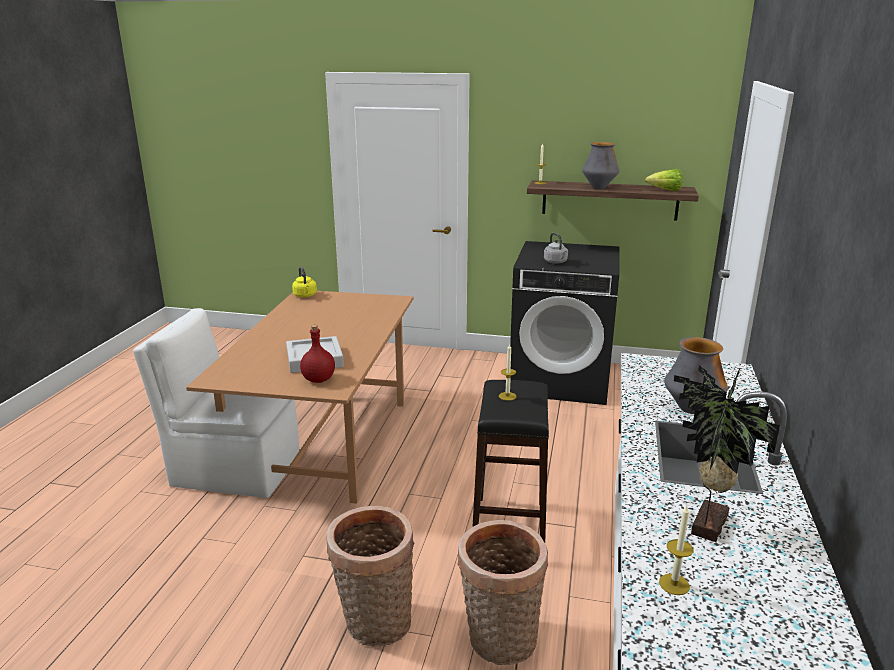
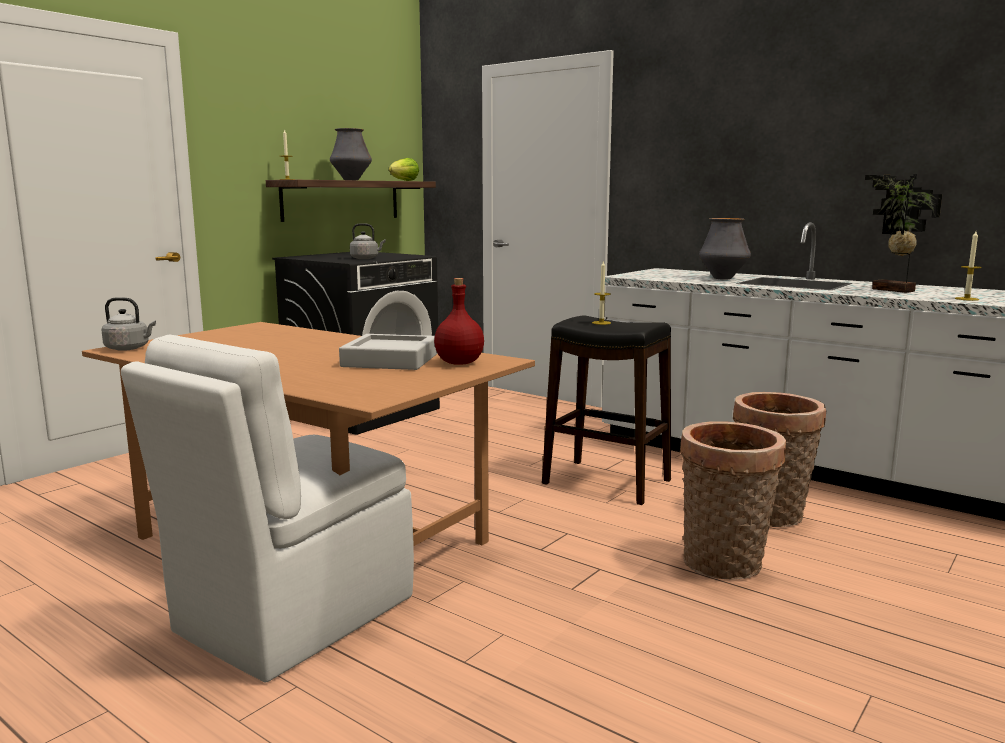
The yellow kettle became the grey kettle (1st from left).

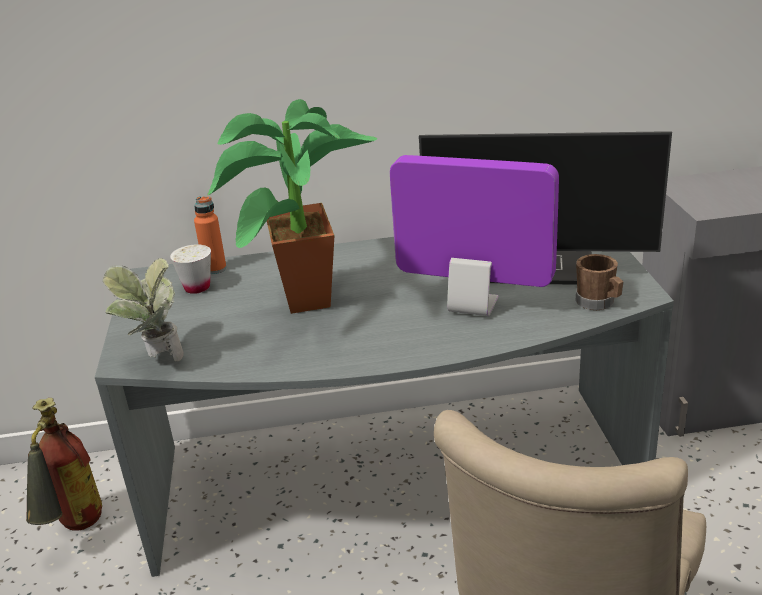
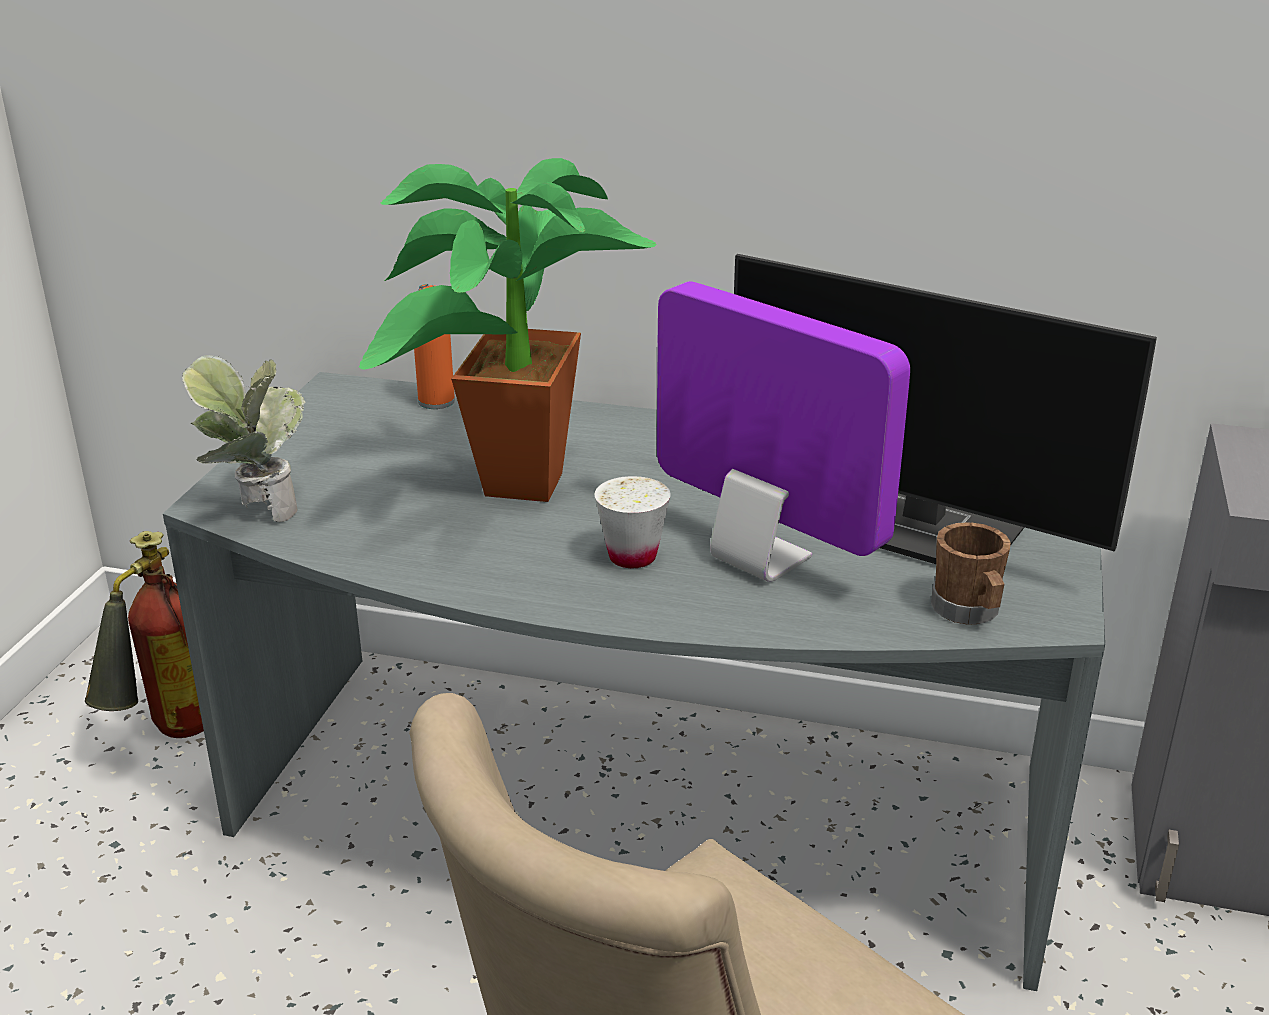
The white cup moved.

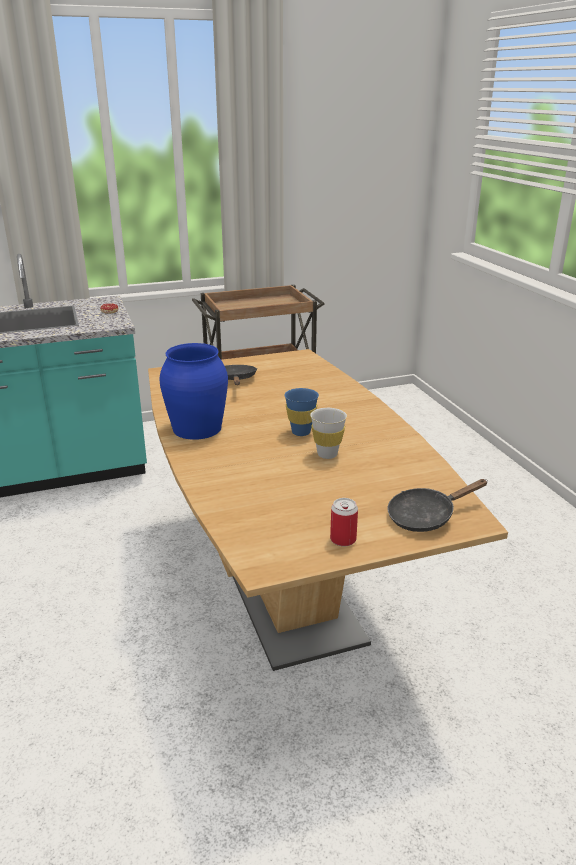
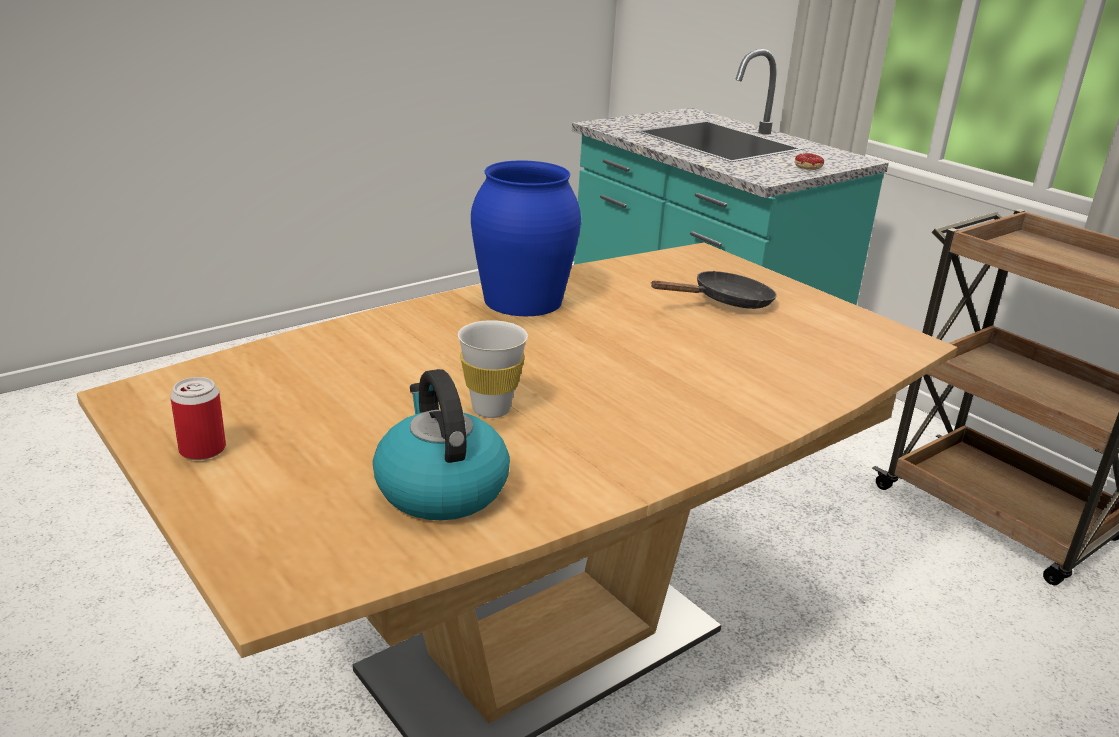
The blue cup disappeared.
The black frying pan (2nd from left) disappeared.
The kettle appeared.

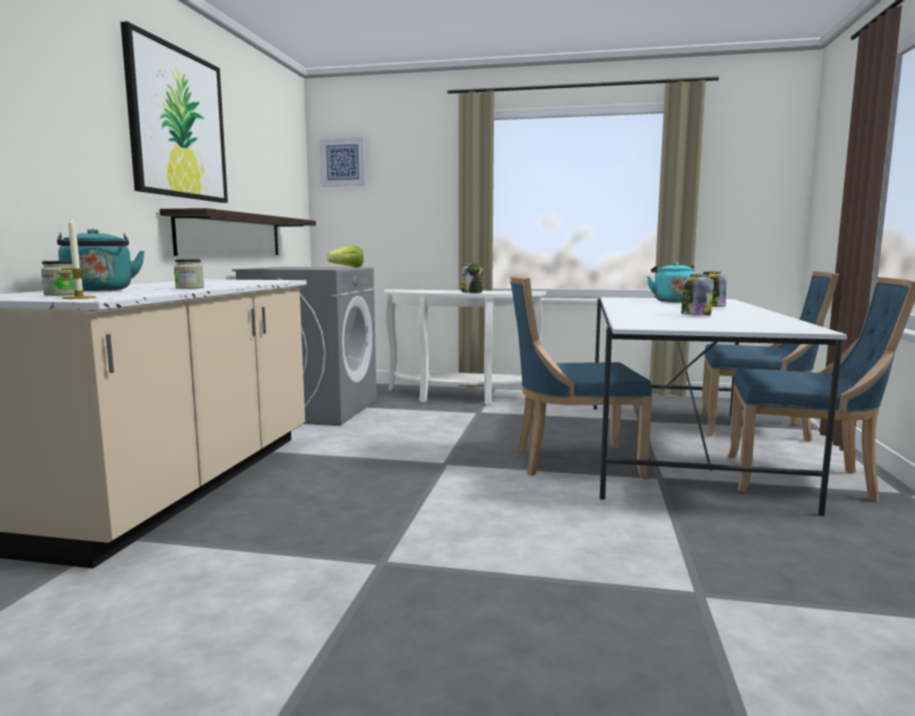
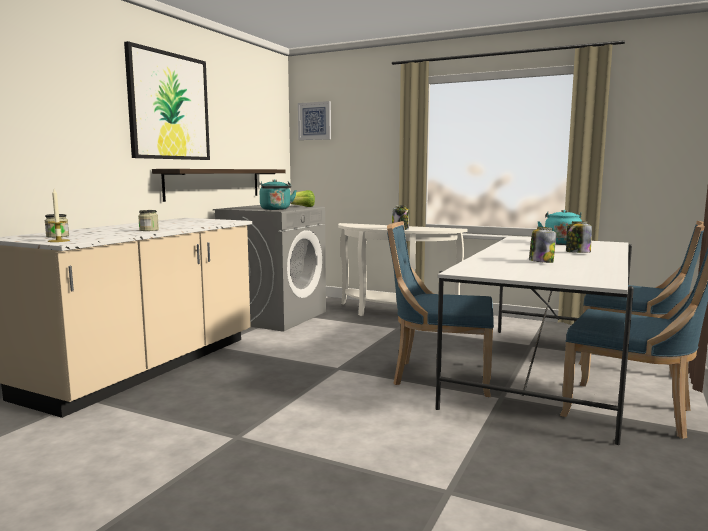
The turquoise kettle (1st from left) moved.

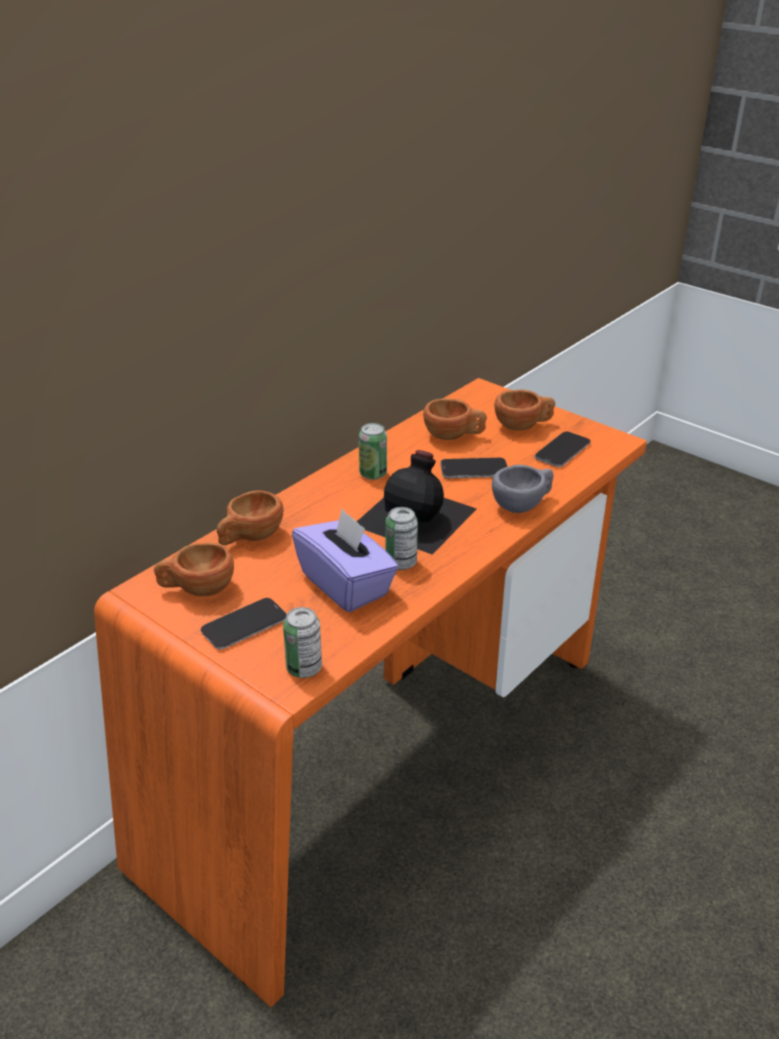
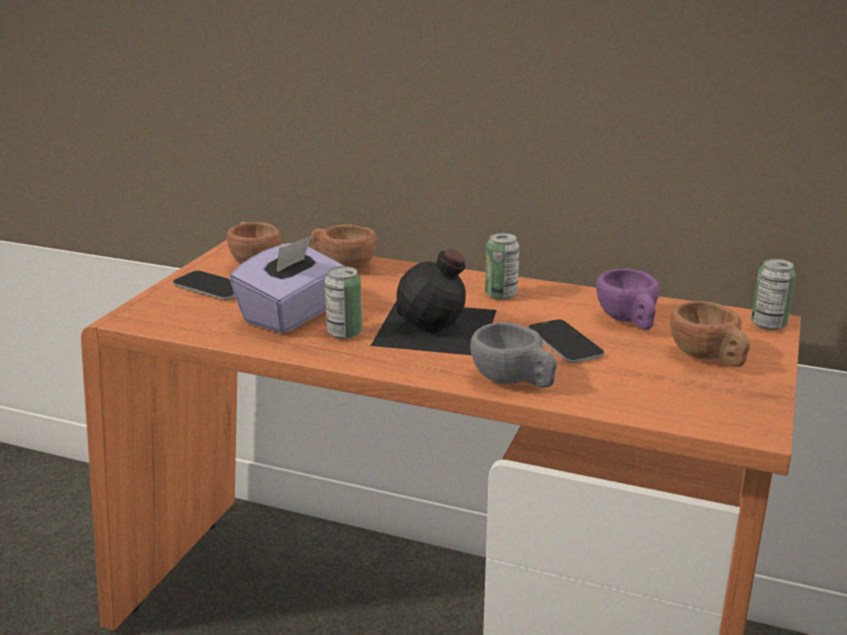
The can (1st from left in the first image) moved.
The brown cup (3rd from left) became the purple cup.
The phone (3rd from left) disappeared.

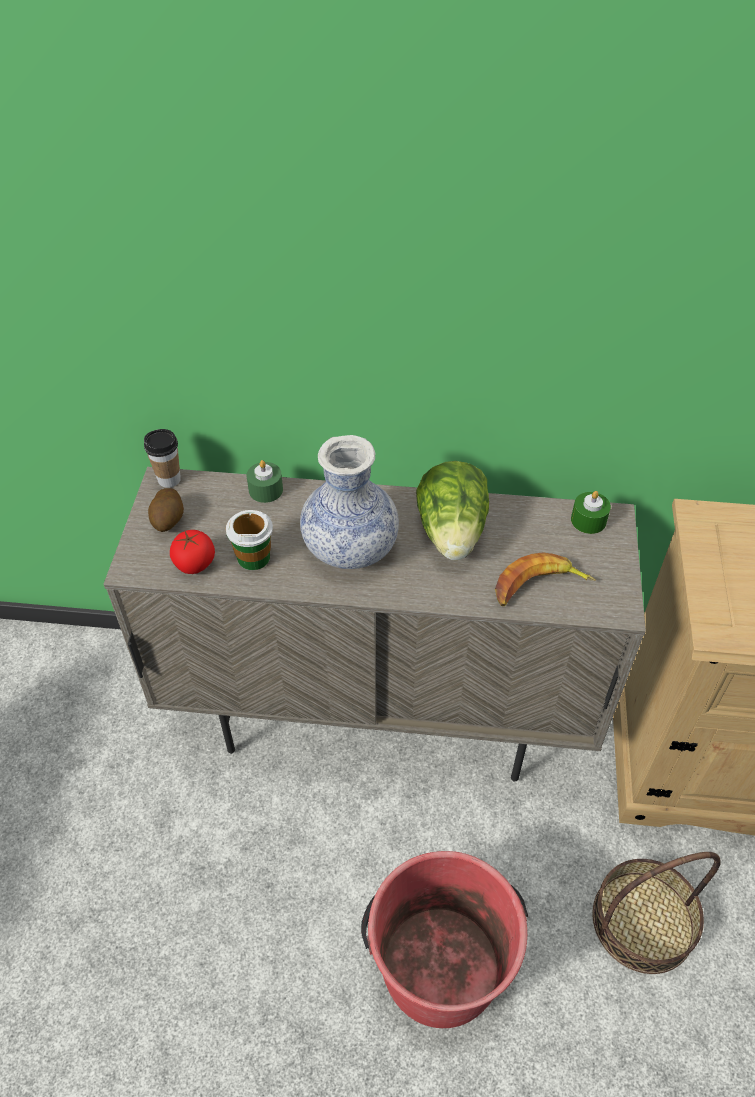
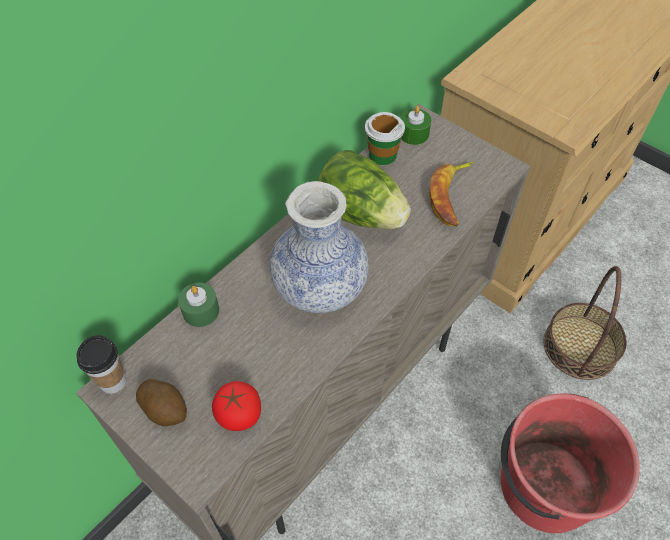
The cup (2nd from left) moved.

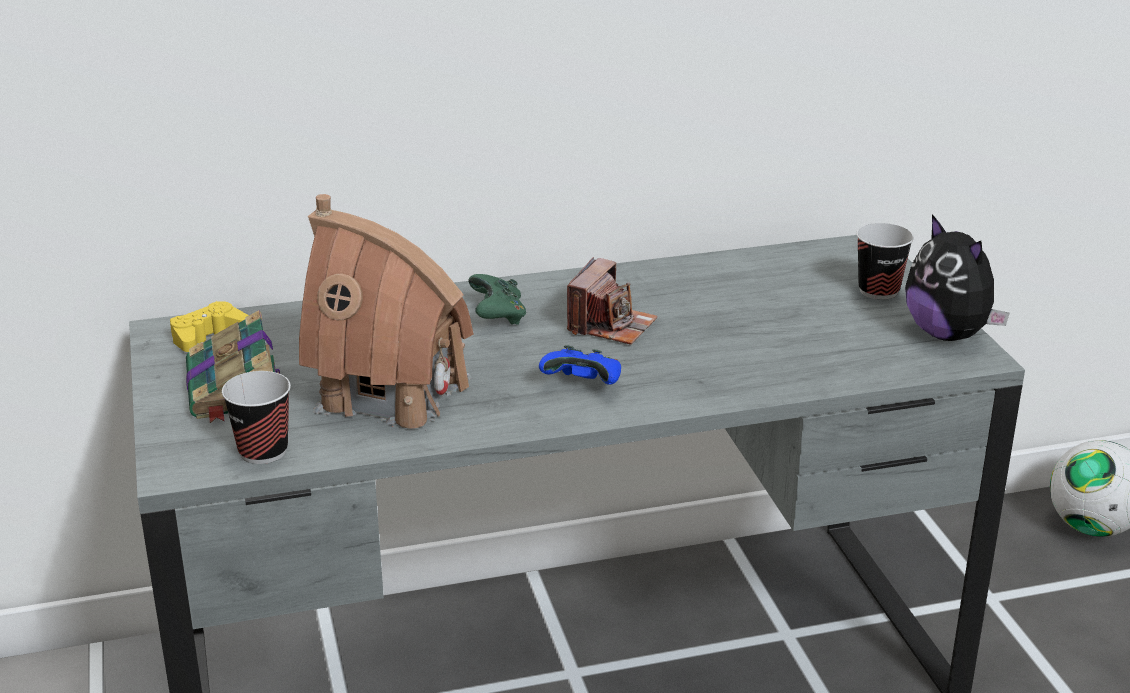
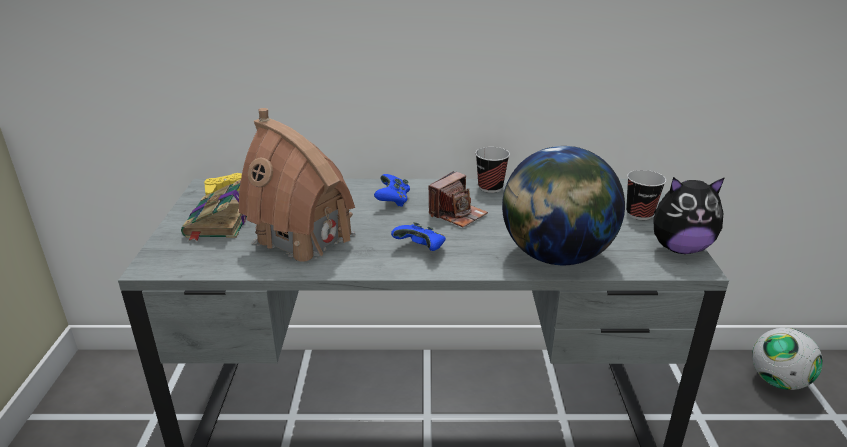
The cup (1st from left) moved.
The green game controller became the blue game controller (1st from left).
The plush toy turned 75 degrees counterclockwise.
The globe appeared.

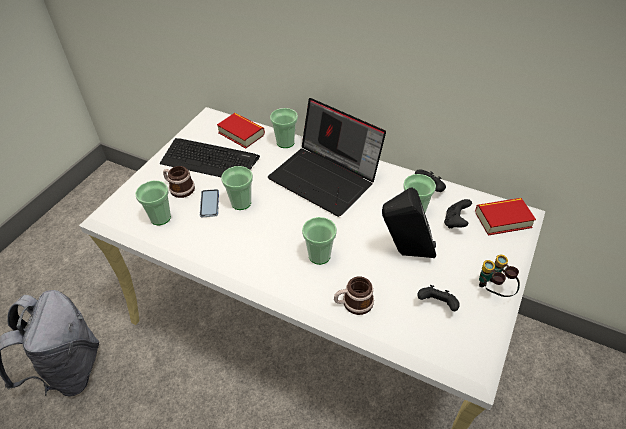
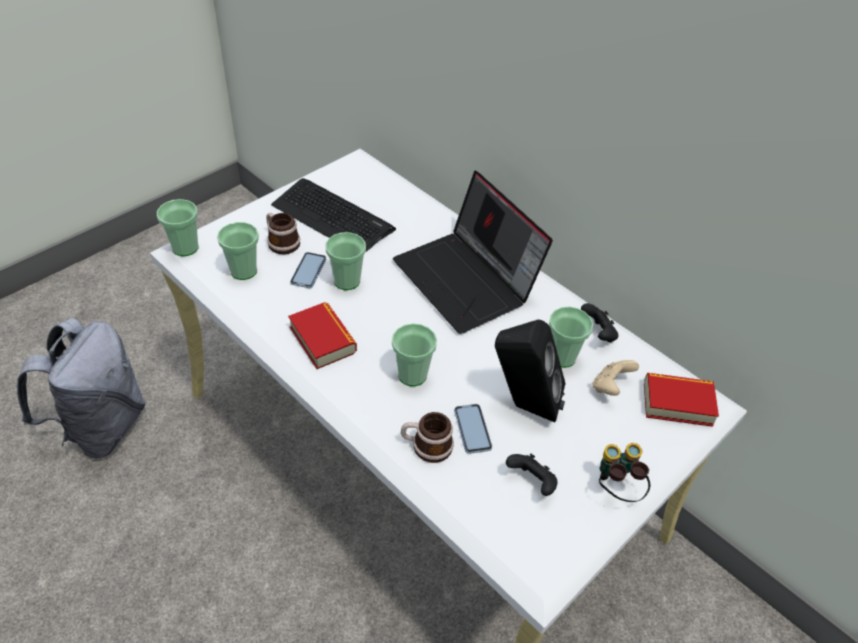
The book (1st from left) moved.
The cup (3rd from left in the first image) moved.
The black game controller (3rd from left) became the beige game controller.
The phone (2nd from left) appeared.

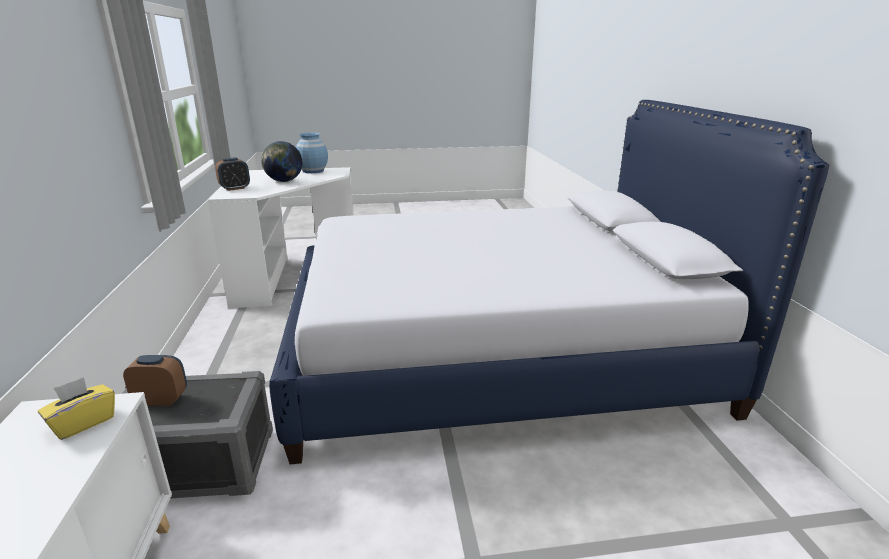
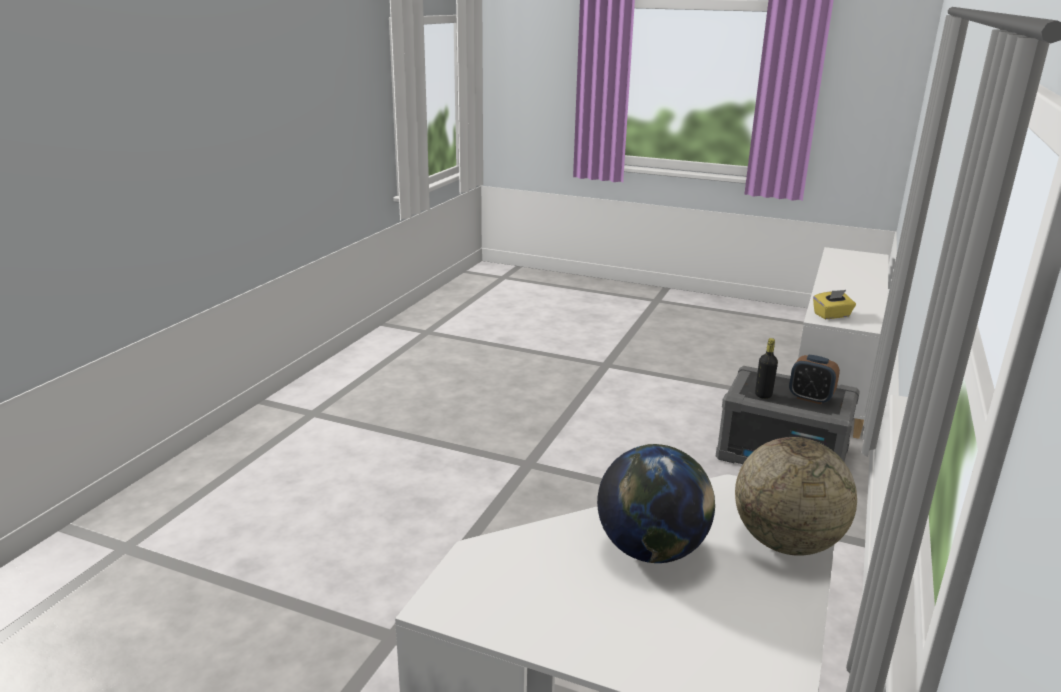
The alarm clock (2nd from left) was replaced by the globe (2nd from left).
The bed disappeared.
The blue vase disappeared.
The black bottle appeared.

